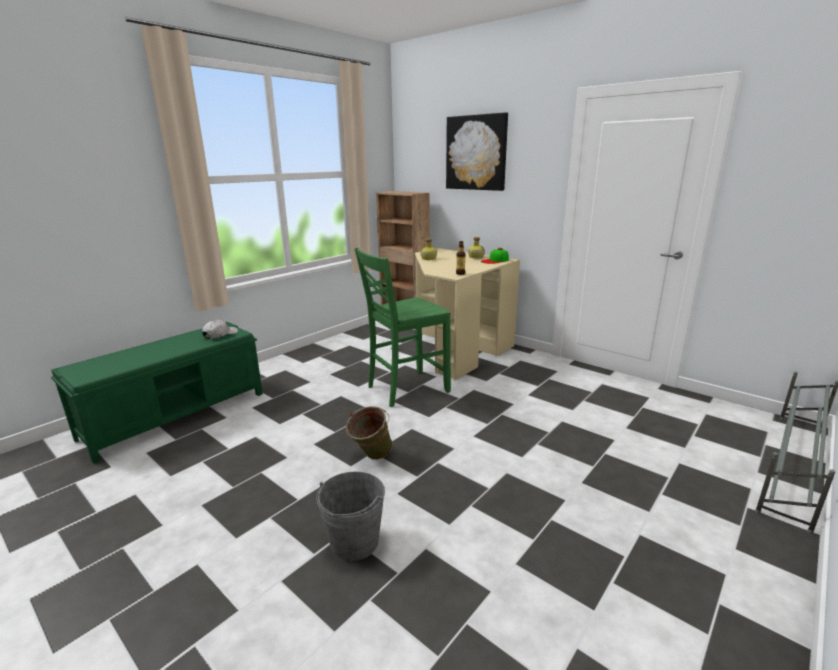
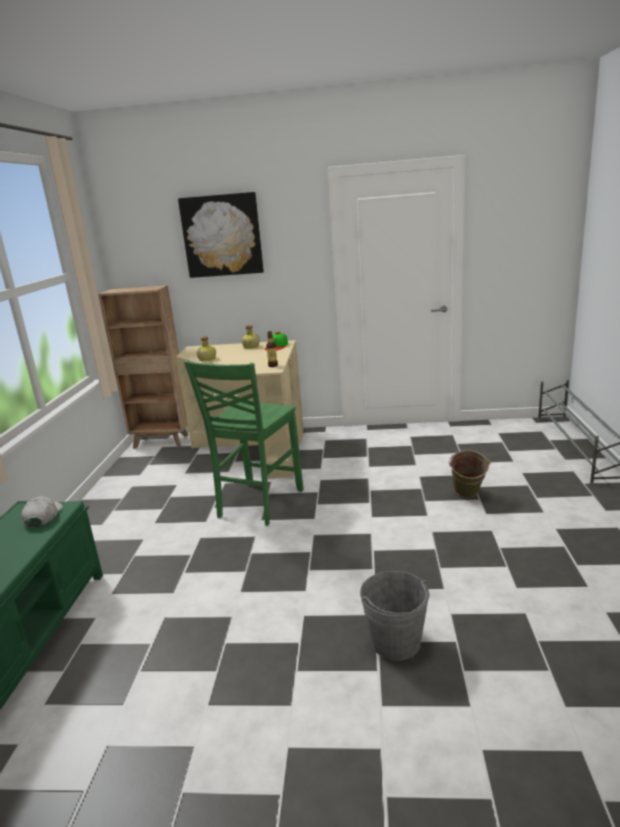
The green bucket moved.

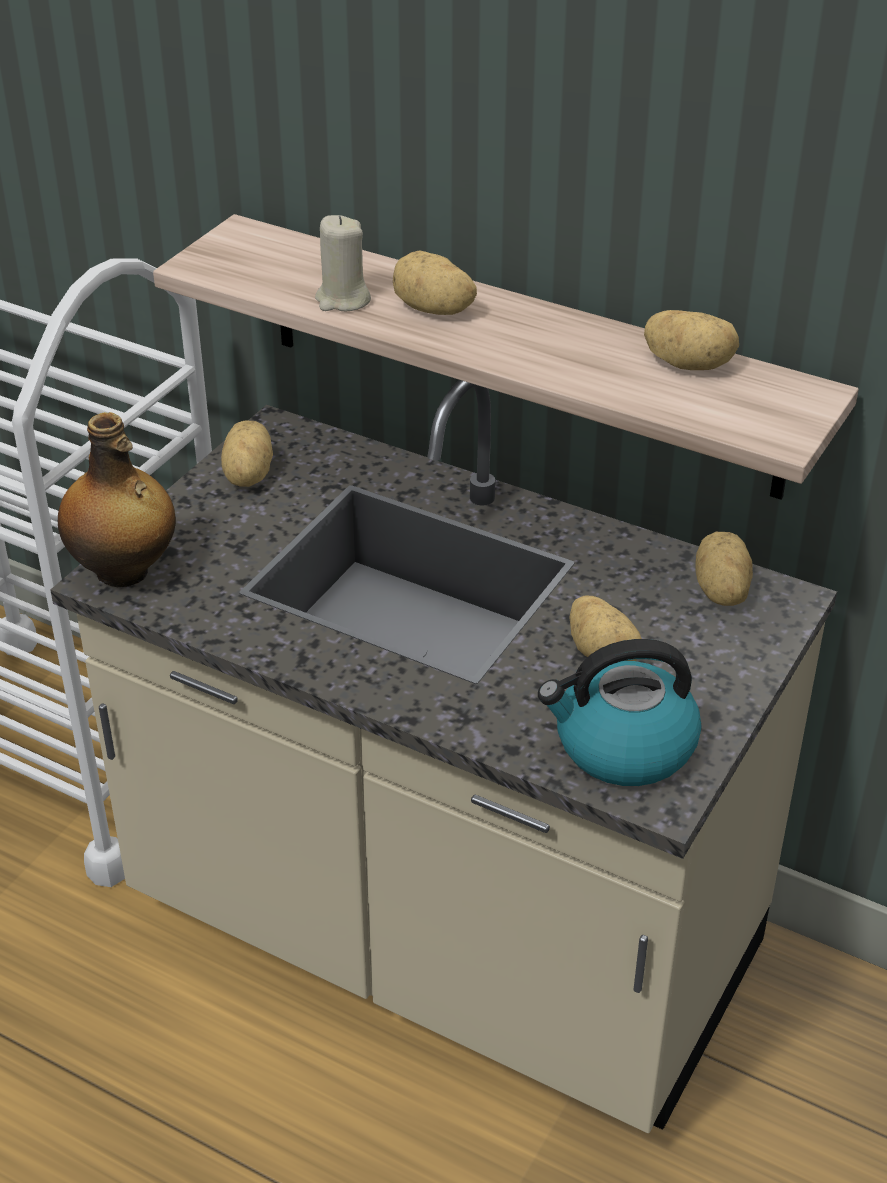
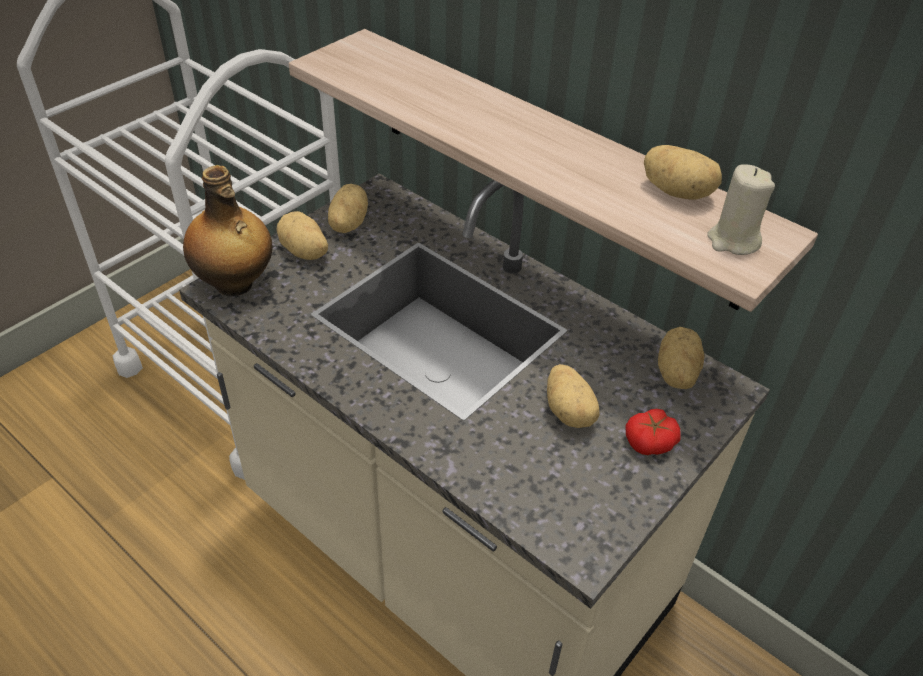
The beige candle moved.
The potato (2nd from left in the first image) moved.
The kettle disappeared.
The tomato appeared.

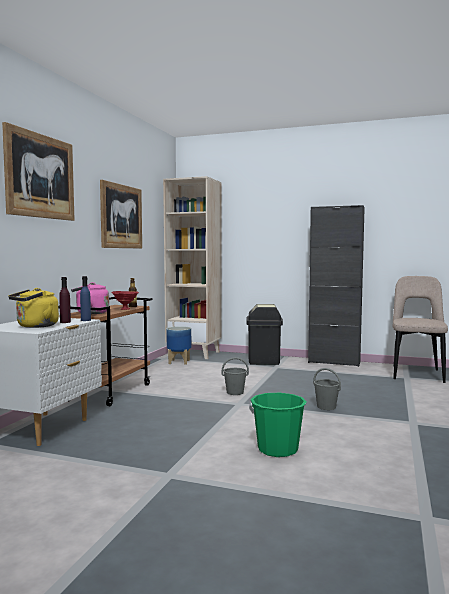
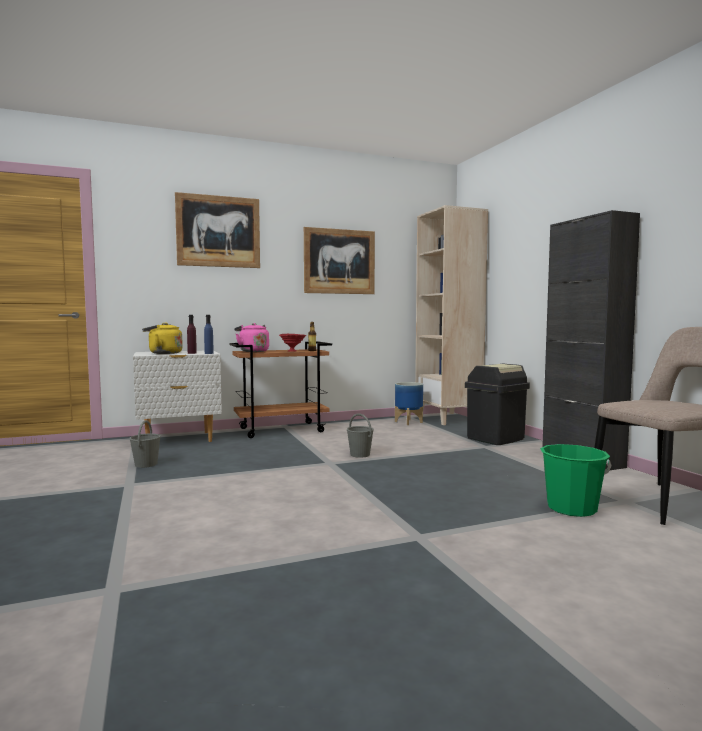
The green bucket moved.
The grey bucket (2nd from left in the first image) moved.

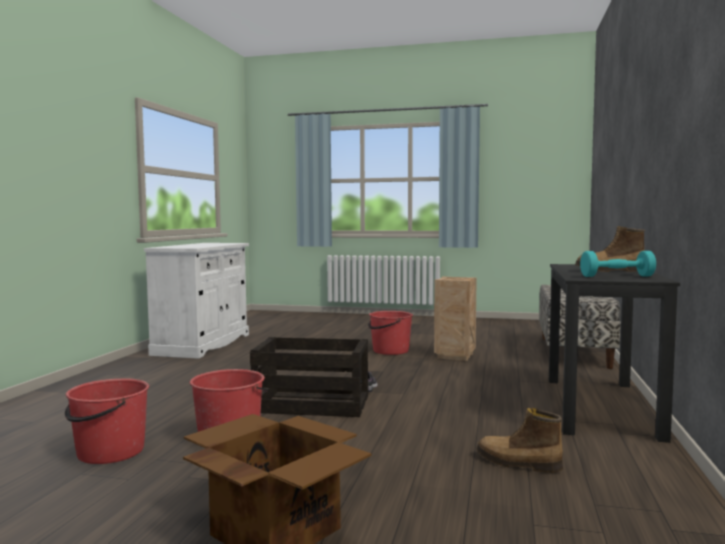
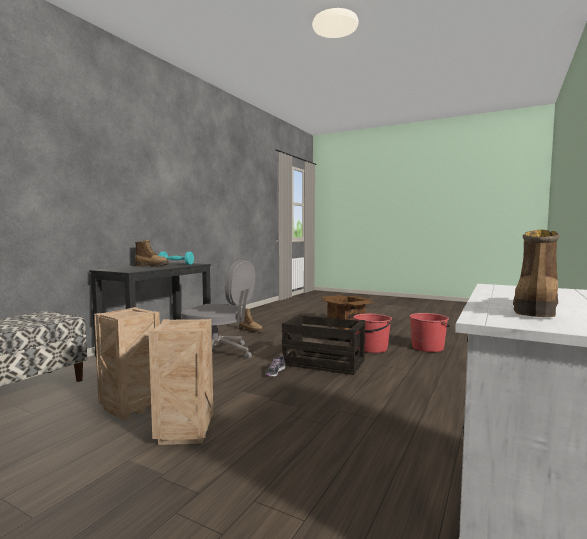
The red bucket (3rd from left) was replaced by the crate (2nd from left).
The grey office chair appeared.
The boot (3rd from left) appeared.

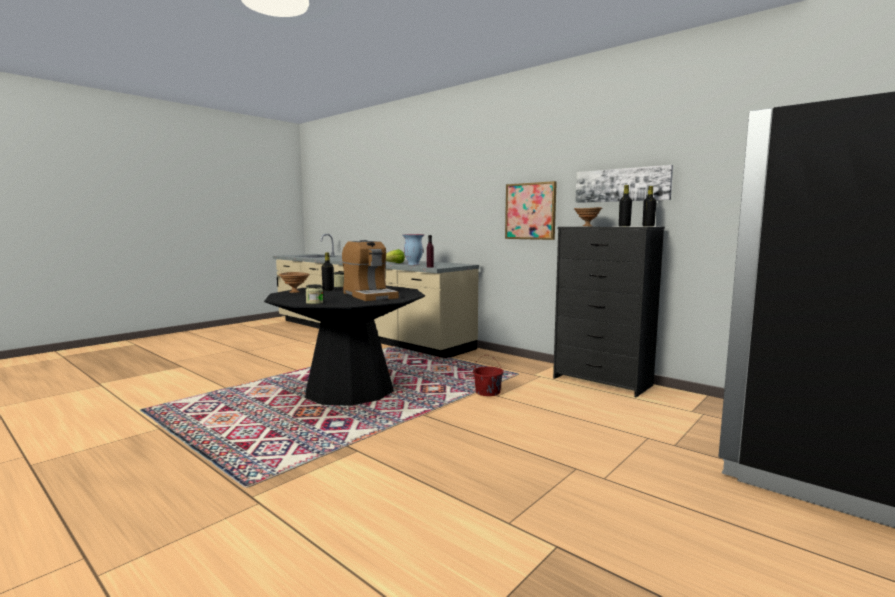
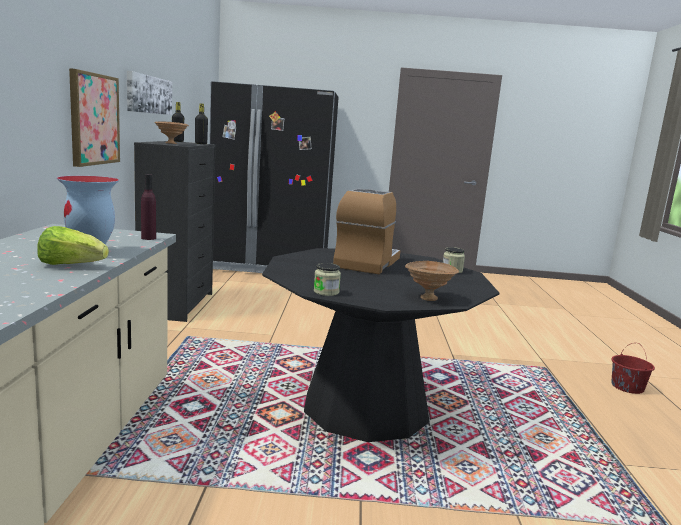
The black bottle (1st from left) disappeared.
The red bucket moved.

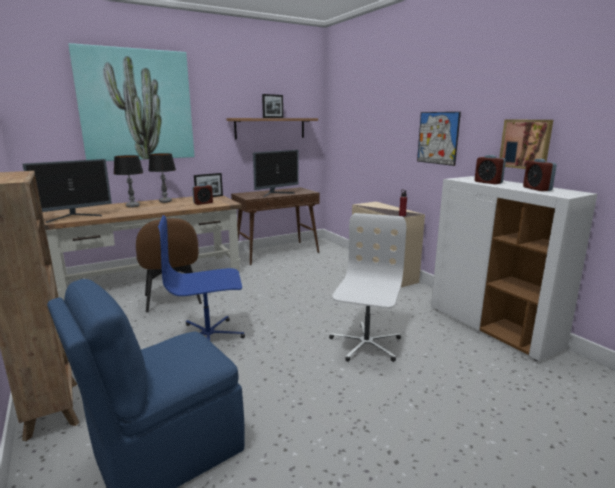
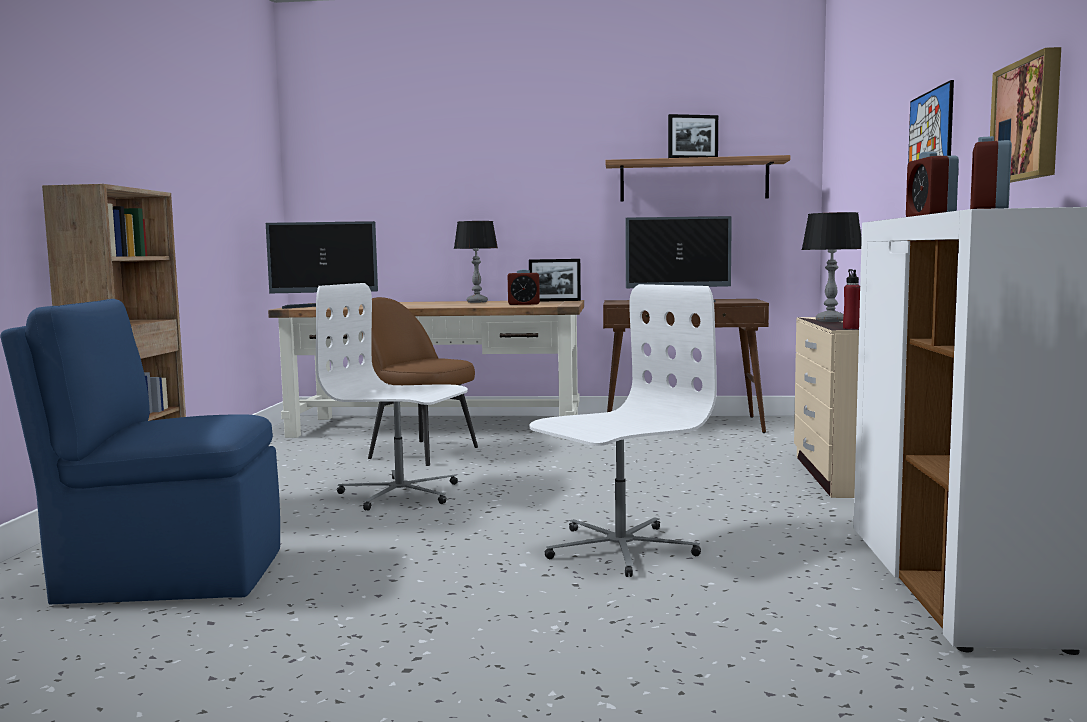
The picture (1st from left) disappeared.
The table lamp (1st from left in the first image) moved.
The brown chair turned 105 degrees clockwise.
The blue office chair became the white office chair (1st from left).

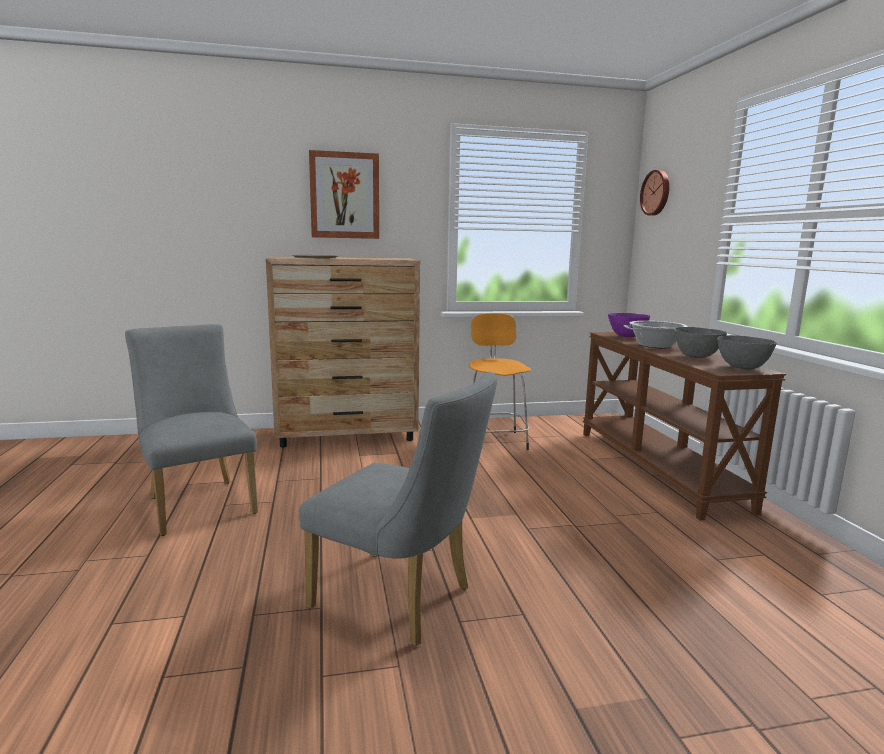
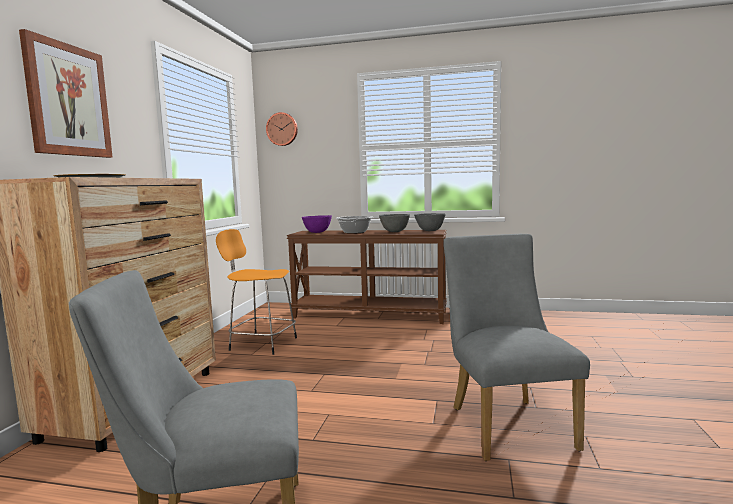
The grey chair (2nd from left) turned 60 degrees counterclockwise.

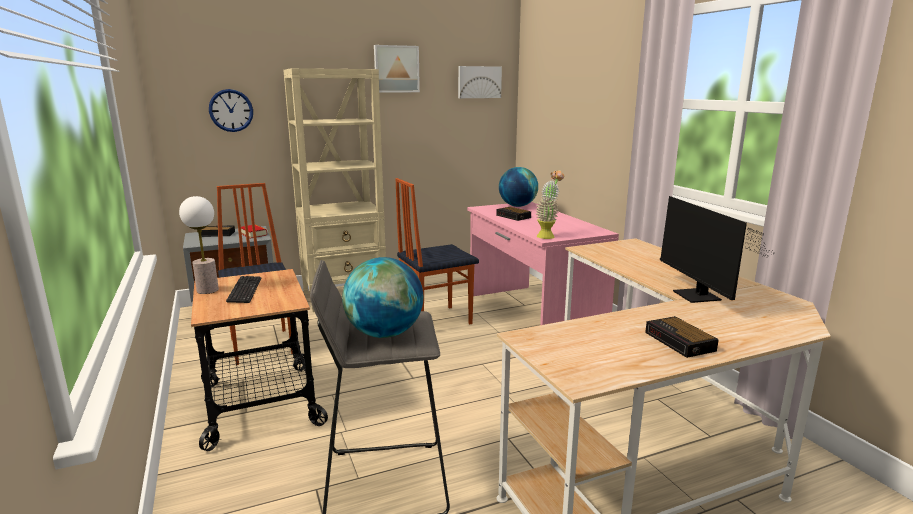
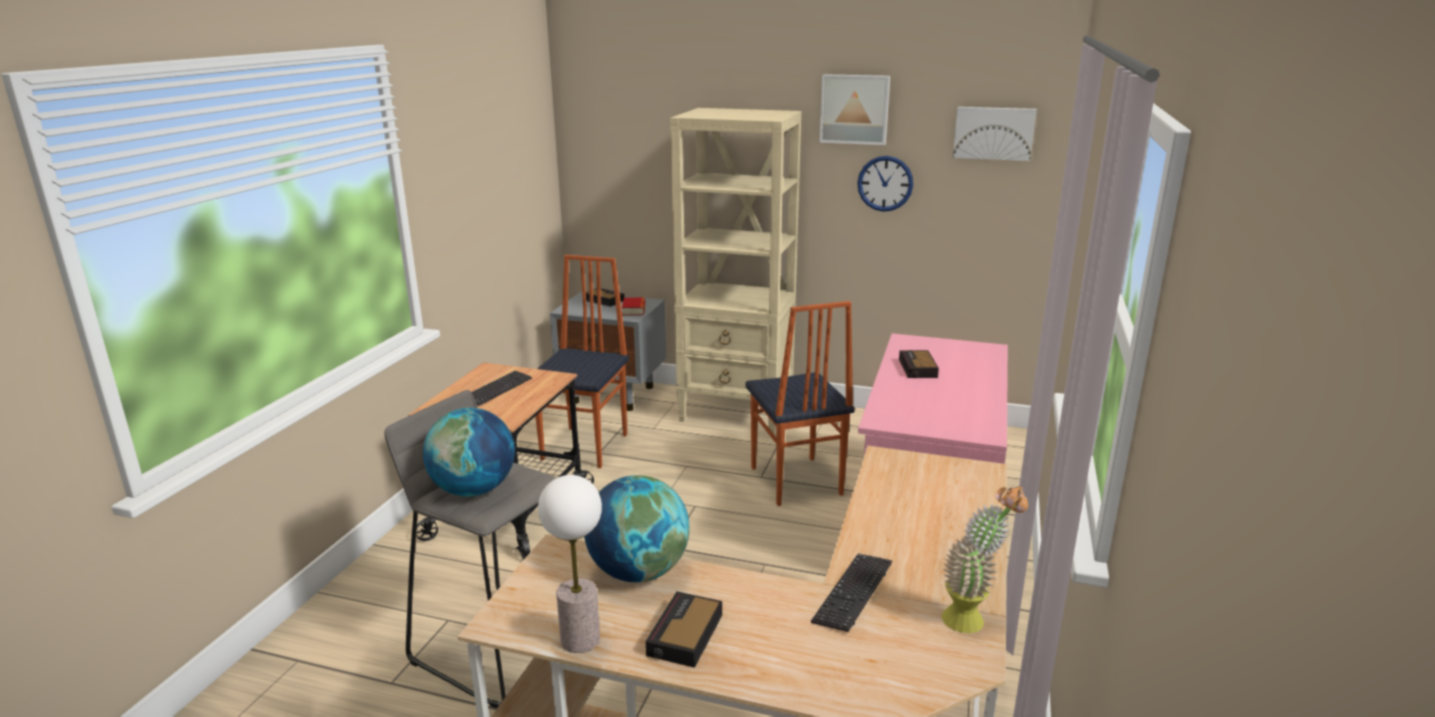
The table lamp moved.
The wall clock moved.
The chair (2nd from left) turned 120 degrees counterclockwise.
The globe (2nd from left) moved.
The potted plant moved.
The monitor was replaced by the keyboard (2nd from left).

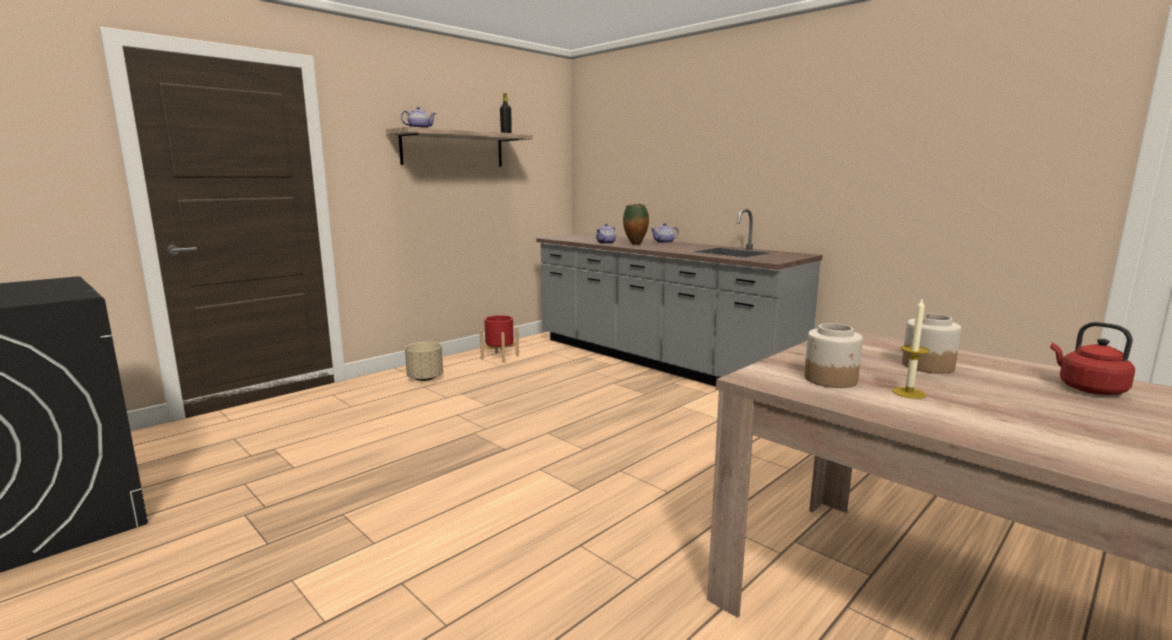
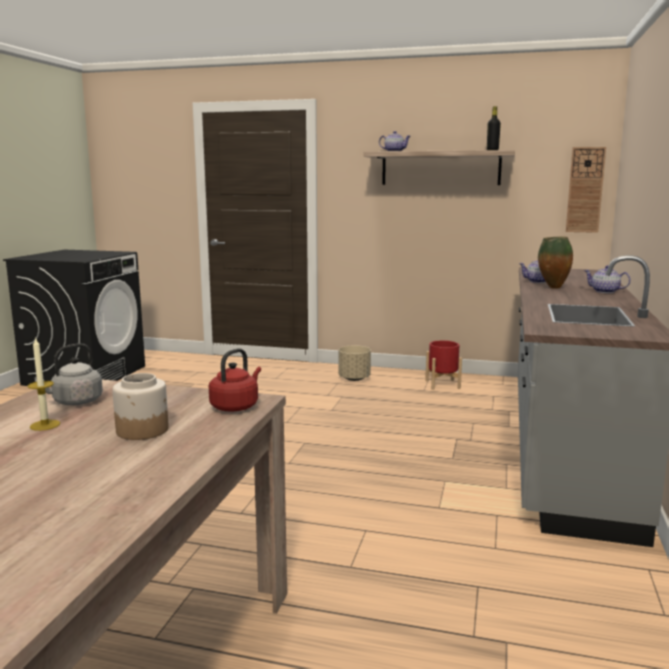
The jar (1st from left) was replaced by the grey kettle.
The red kettle moved.
The wall clock appeared.

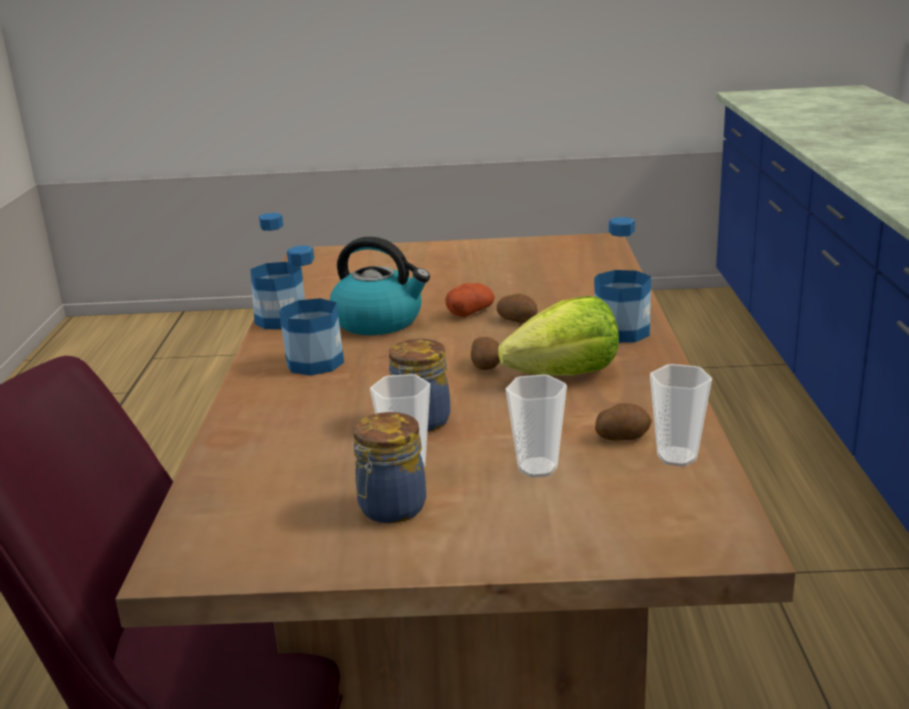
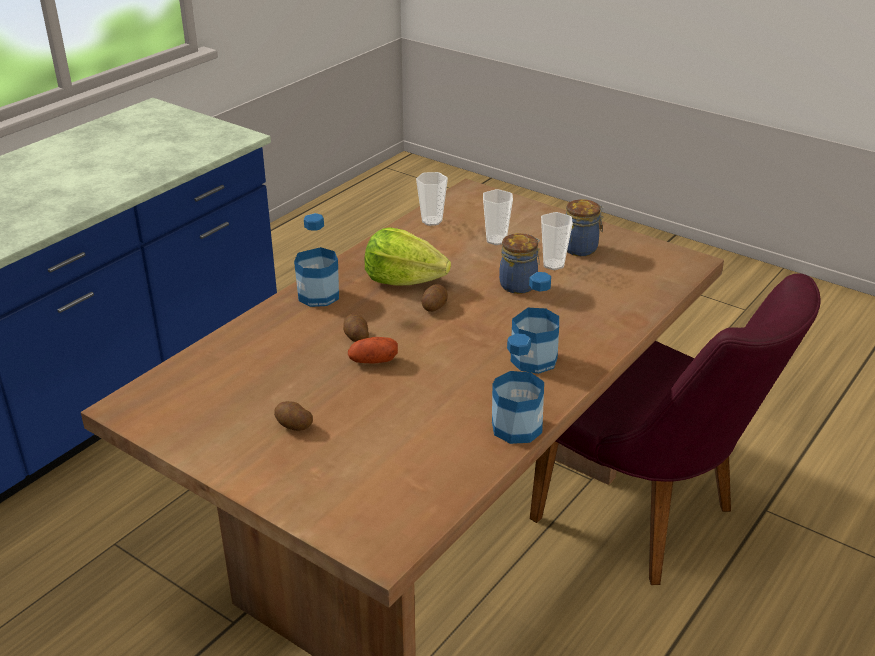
The kettle disappeared.
The potato (4th from left in the first image) moved.

